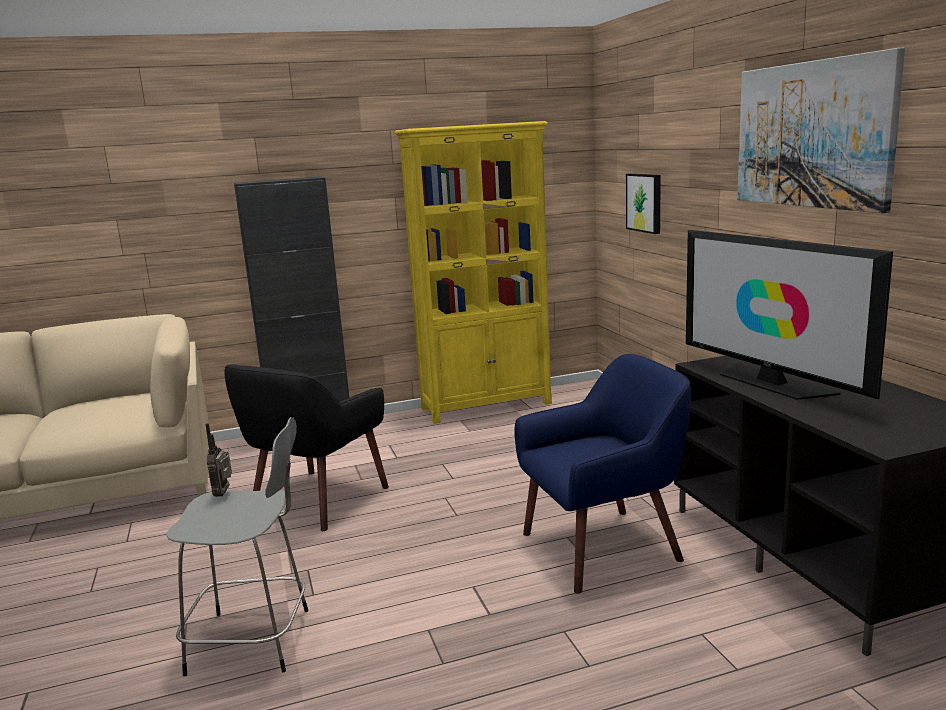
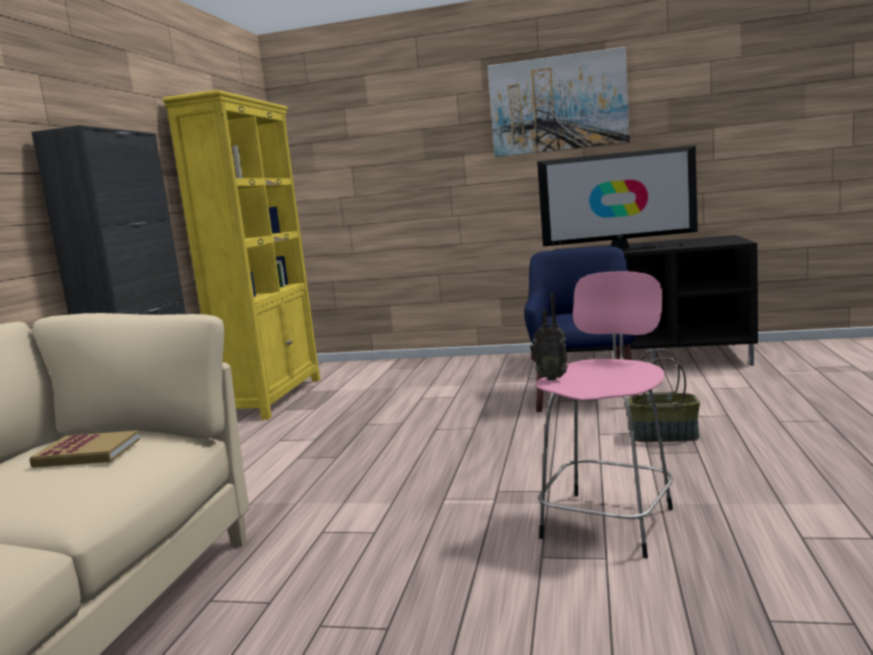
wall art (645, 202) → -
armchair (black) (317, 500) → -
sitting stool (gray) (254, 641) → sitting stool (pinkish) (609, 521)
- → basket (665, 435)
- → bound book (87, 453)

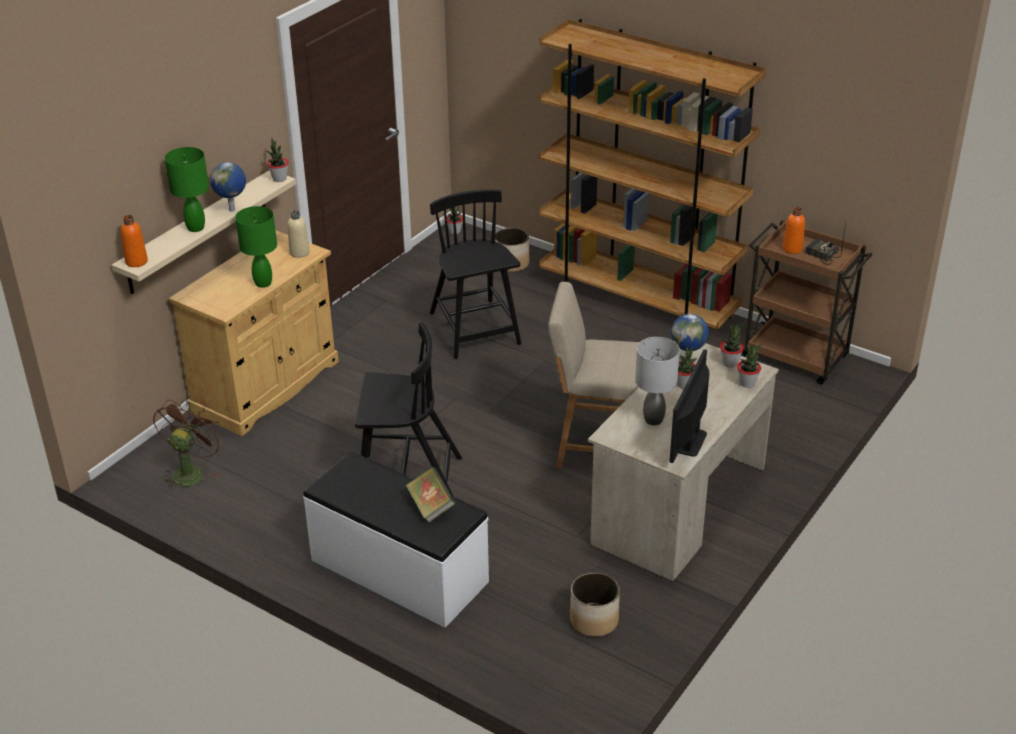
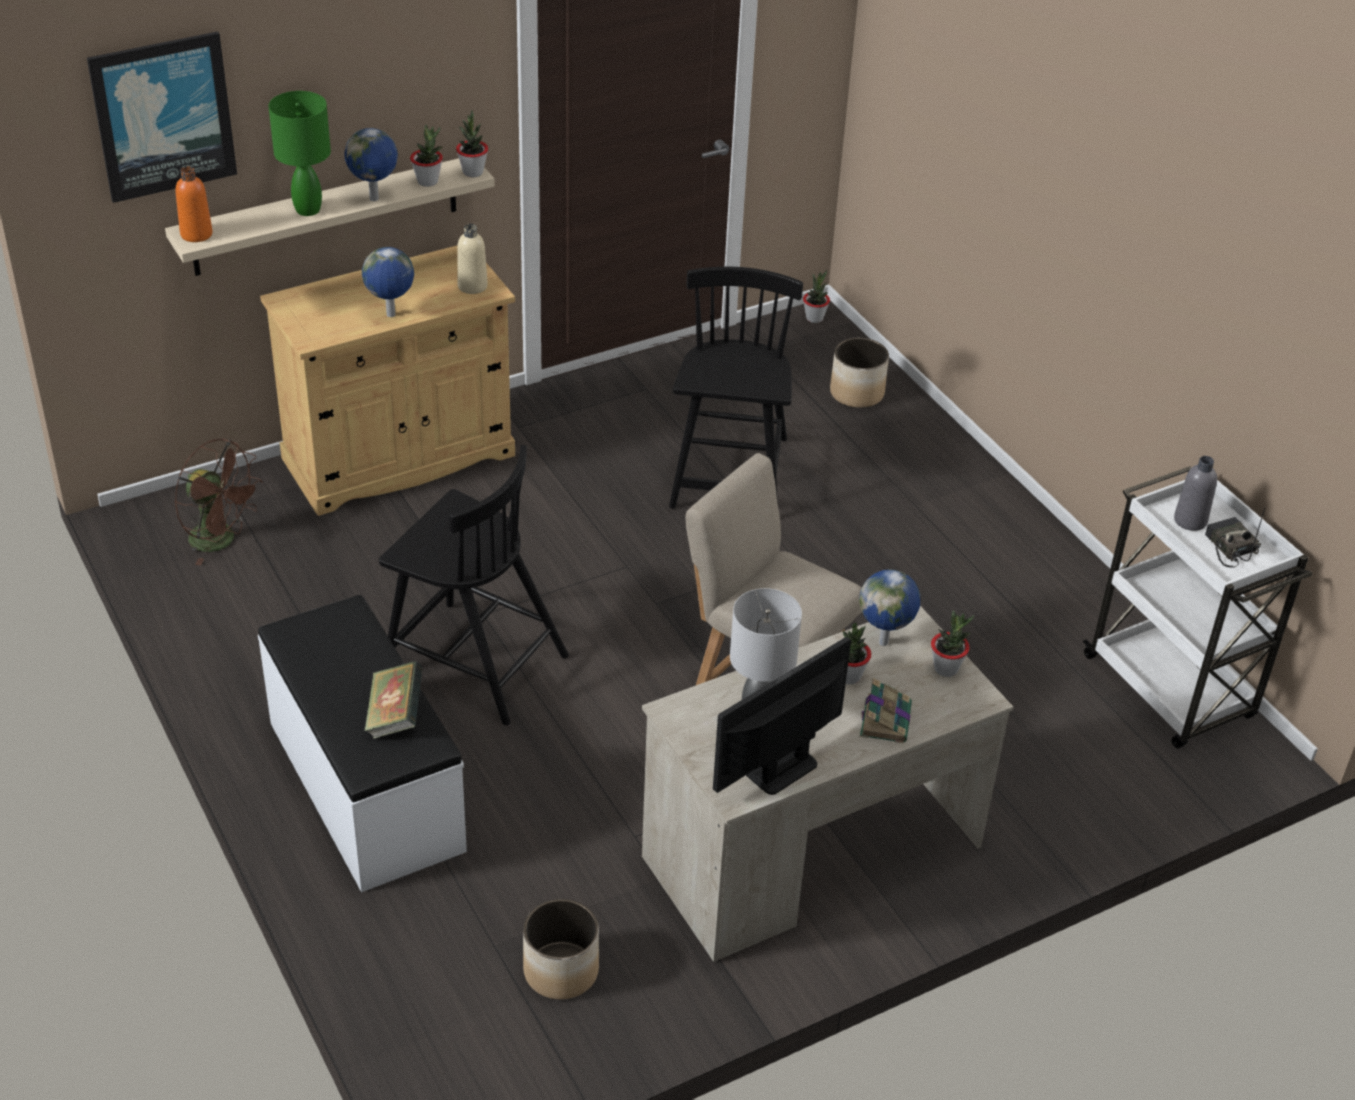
bookcase (brown-coloured) (638, 303) → -
table lamp (green) (263, 283) → desk globe (391, 315)
bottle (orange-coloured) (792, 249) → bottle (gray) (1190, 520)
wheeled cart (brown-coloured) (796, 357) → wheeled cart (white) (1171, 690)
houseplant (747, 383) → houseplant (428, 181), moved
electric fan (brown-coloured) (190, 471) → electric fan (brown-coloured) (221, 541), 75 degrees clockwise
- → wall art (163, 116)
- → bound book (885, 719)

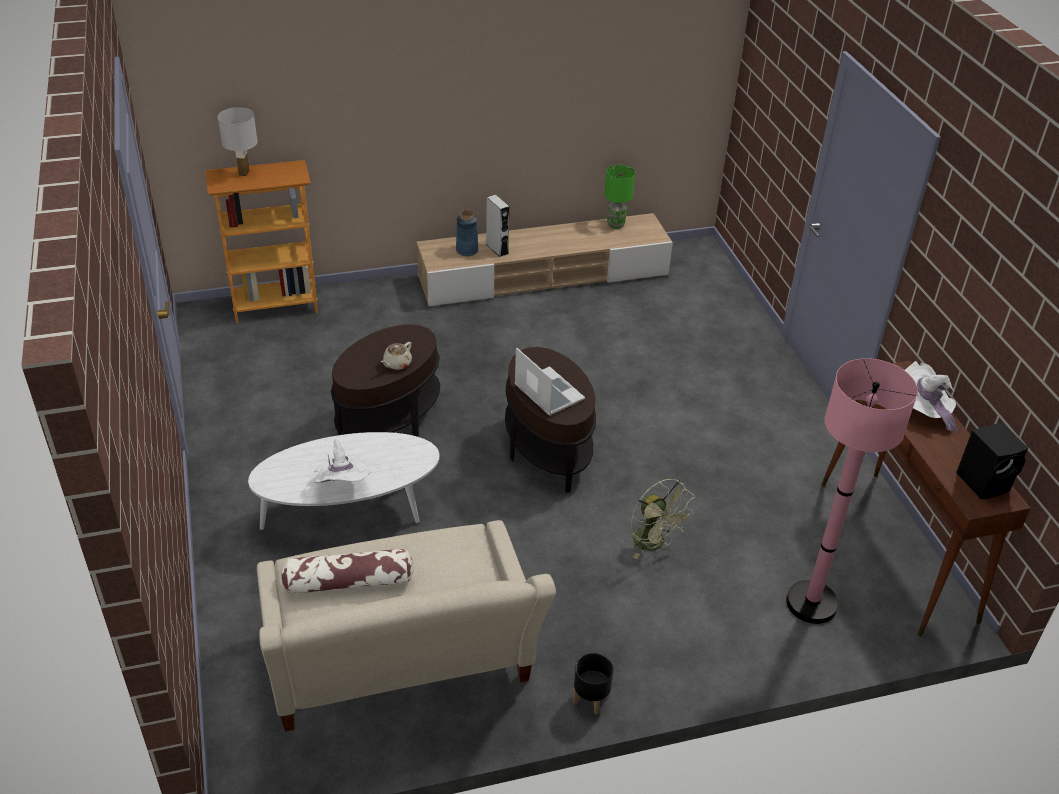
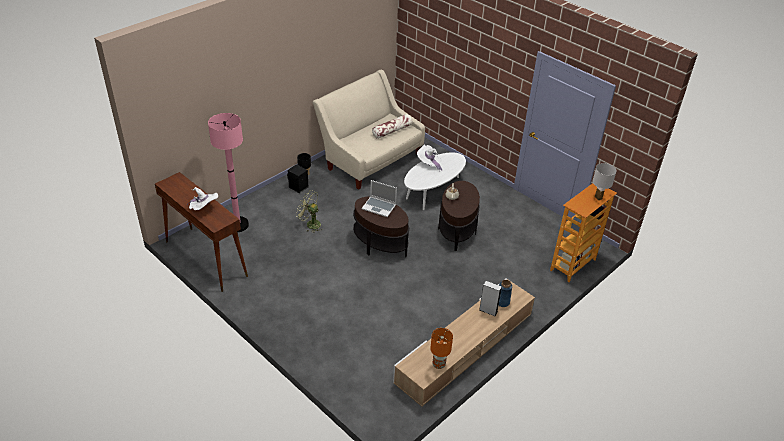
table lamp (green) (616, 224) → table lamp (orange-coloured) (439, 365)
loudspeaker (black) (984, 482) → loudspeaker (black) (298, 187), moved

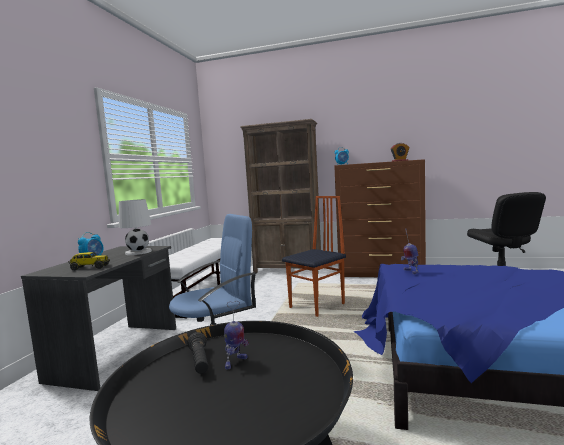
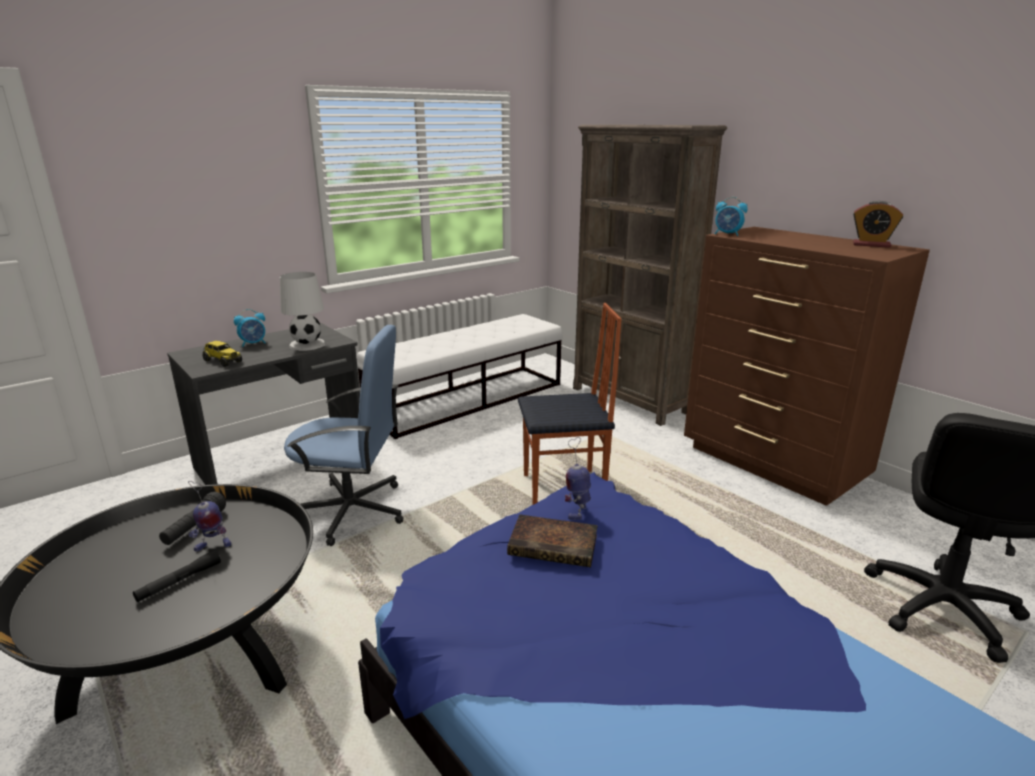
- → bound book (555, 545)
- → torch (black) (179, 581)

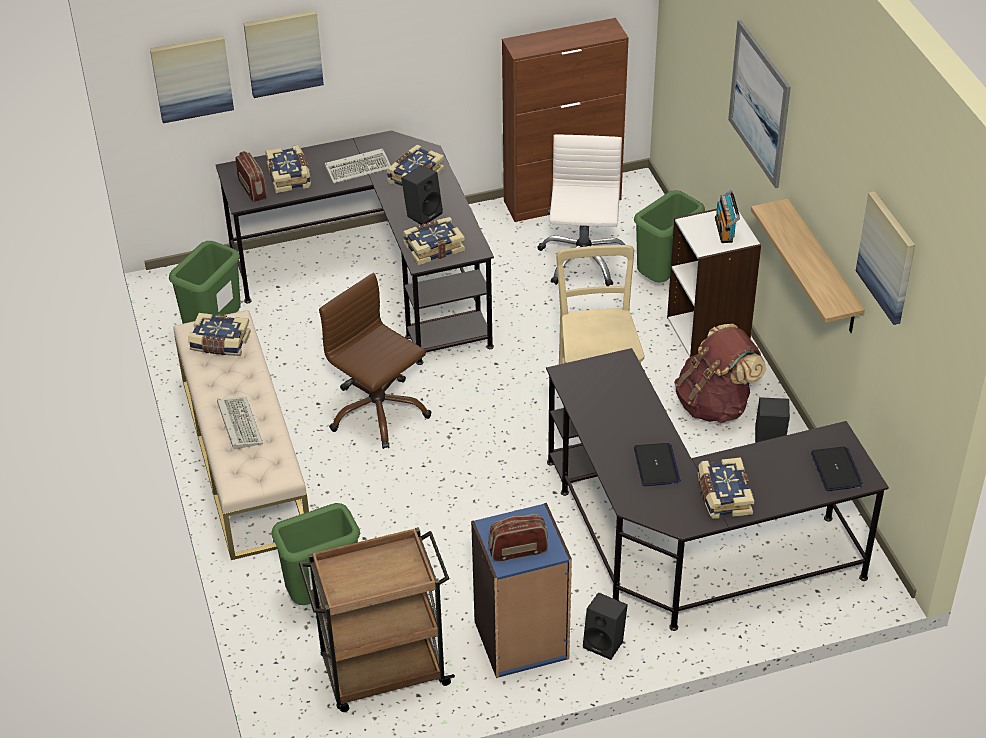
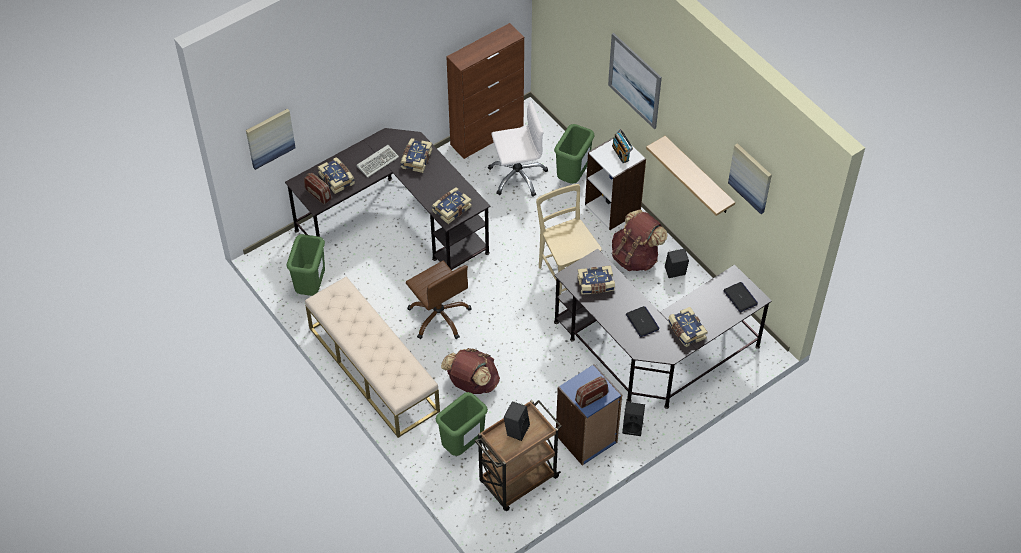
wall art (283, 53) → -
computer chair (white) (582, 259) → computer chair (white) (517, 176), 90 degrees clockwise
loudspeaker (black) (423, 213) → loudspeaker (black) (516, 429), moved
computer chair (brown-coloured) (378, 412) → computer chair (brown-coloured) (439, 316), 150 degrees counterclockwise
bound book (220, 343) → bound book (596, 285), moved
PC keyboard (238, 423) → -
- → backpack (brown-coloured) (472, 384)

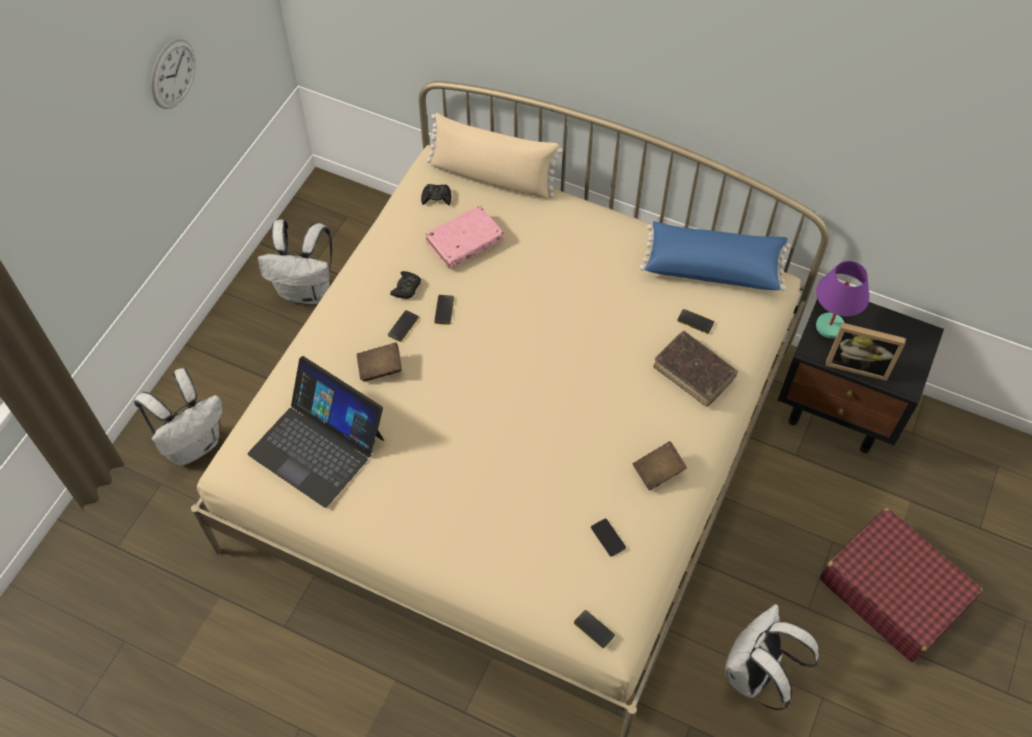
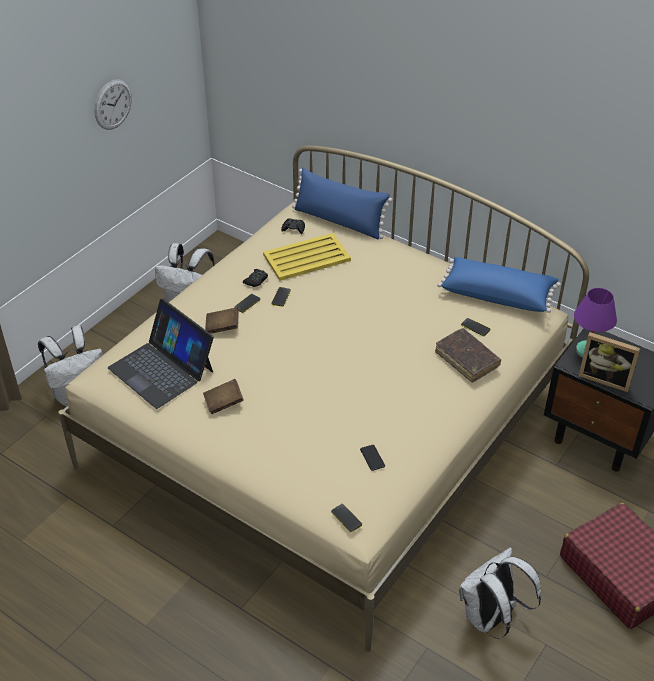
cushion (beige-coloured) (492, 176) → cushion (blue) (339, 221)
bound book (pinkish) (464, 242) → serving tray (yellow) (307, 257)
bound book (brown-coloured) (658, 471) → bound book (brown-coloured) (223, 403), moved

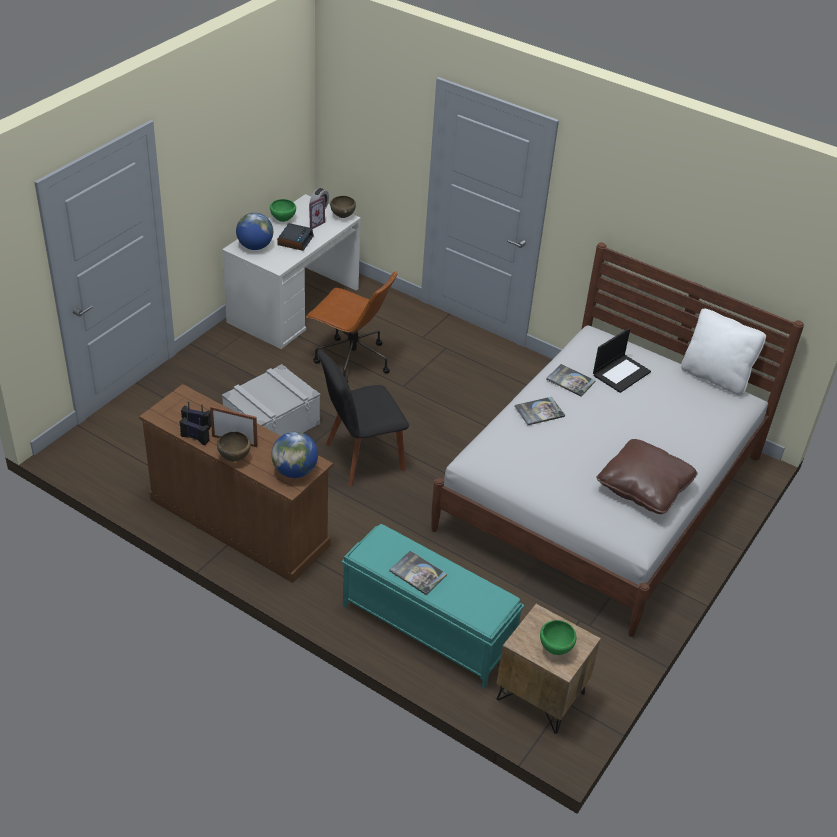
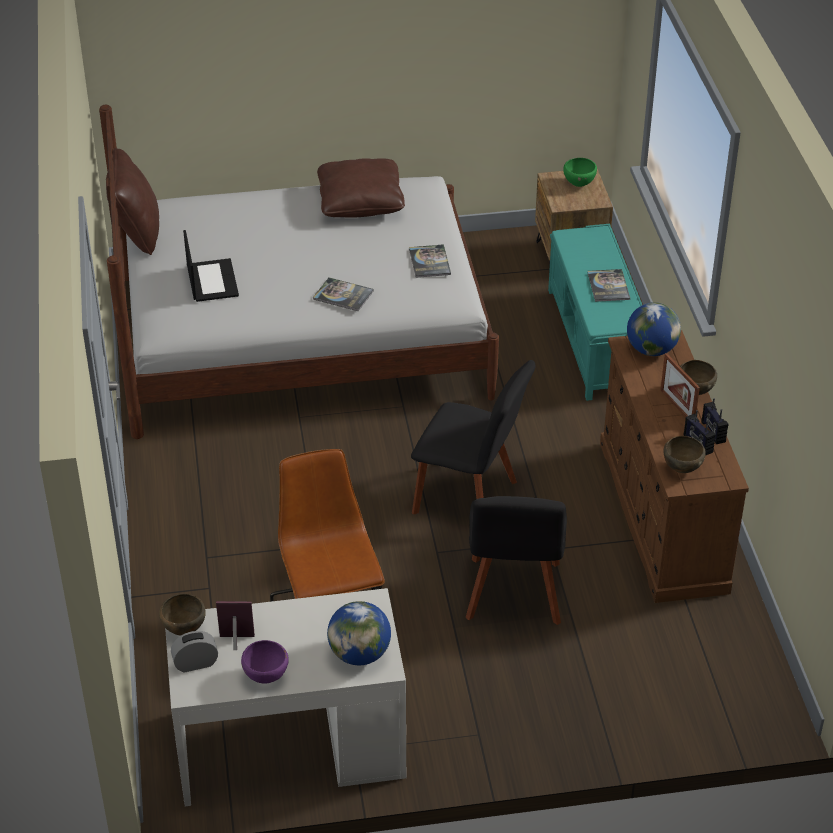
bowl (green) (283, 220) → bowl (purple-coloured) (266, 677)
alarm clock (295, 240) → -
cushion (white) (715, 377) → cushion (brown-coloured) (137, 233)
notebook computer (621, 373) → notebook computer (211, 280), 75 degrees clockwise
storage box (gray) (272, 424) → chair (black) (514, 595)
bound book (570, 381) → bound book (429, 262), moved
- → bowl (brown-coloured) (681, 469)

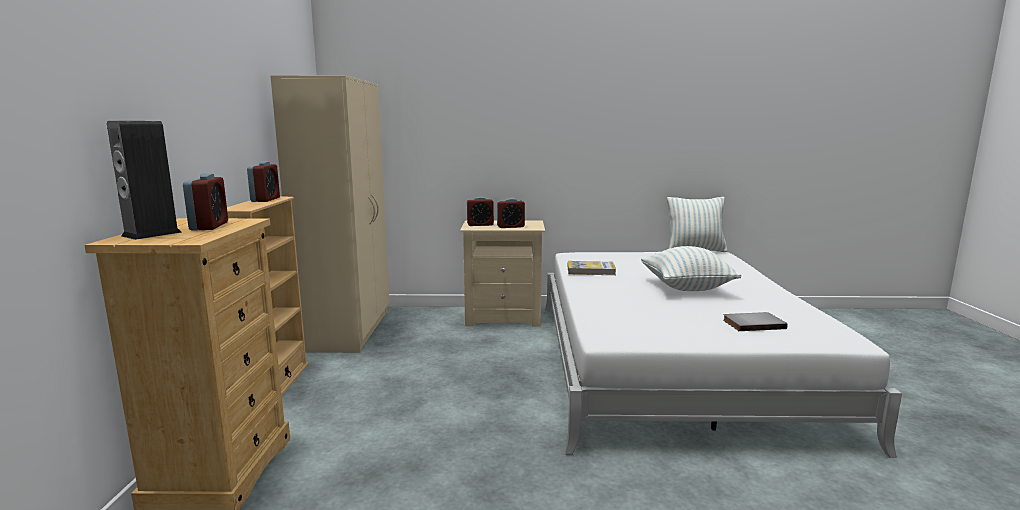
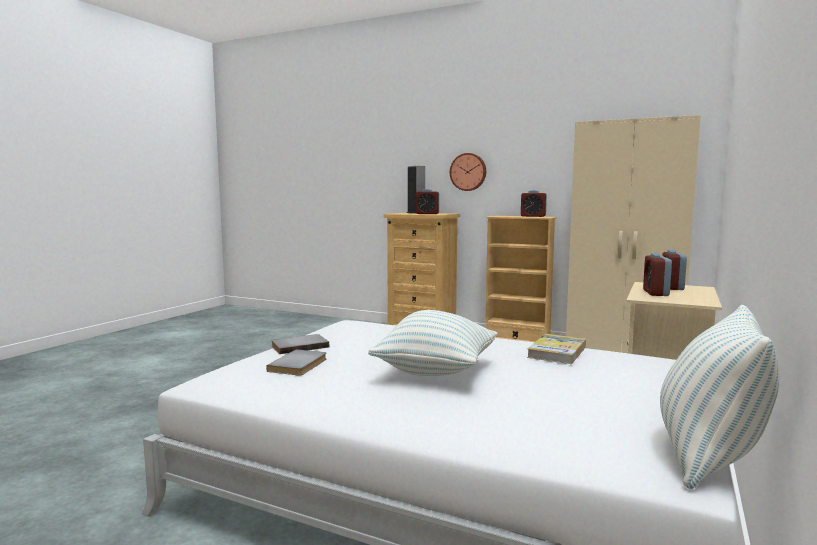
- → wall clock (468, 172)
- → bound book (gray) (299, 346)

